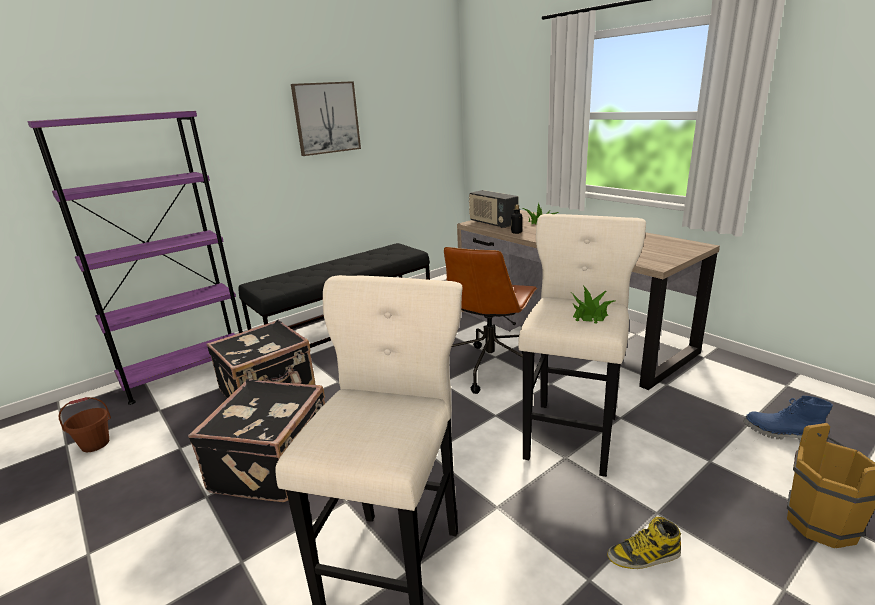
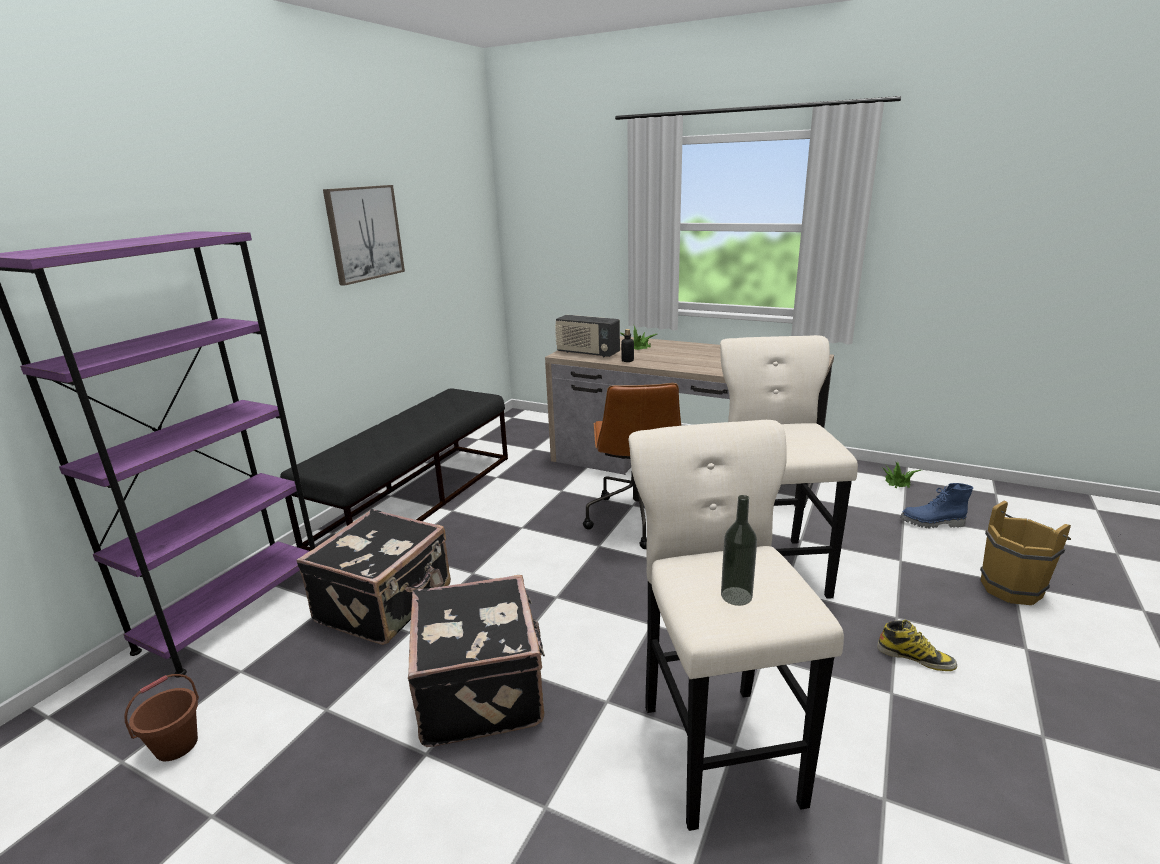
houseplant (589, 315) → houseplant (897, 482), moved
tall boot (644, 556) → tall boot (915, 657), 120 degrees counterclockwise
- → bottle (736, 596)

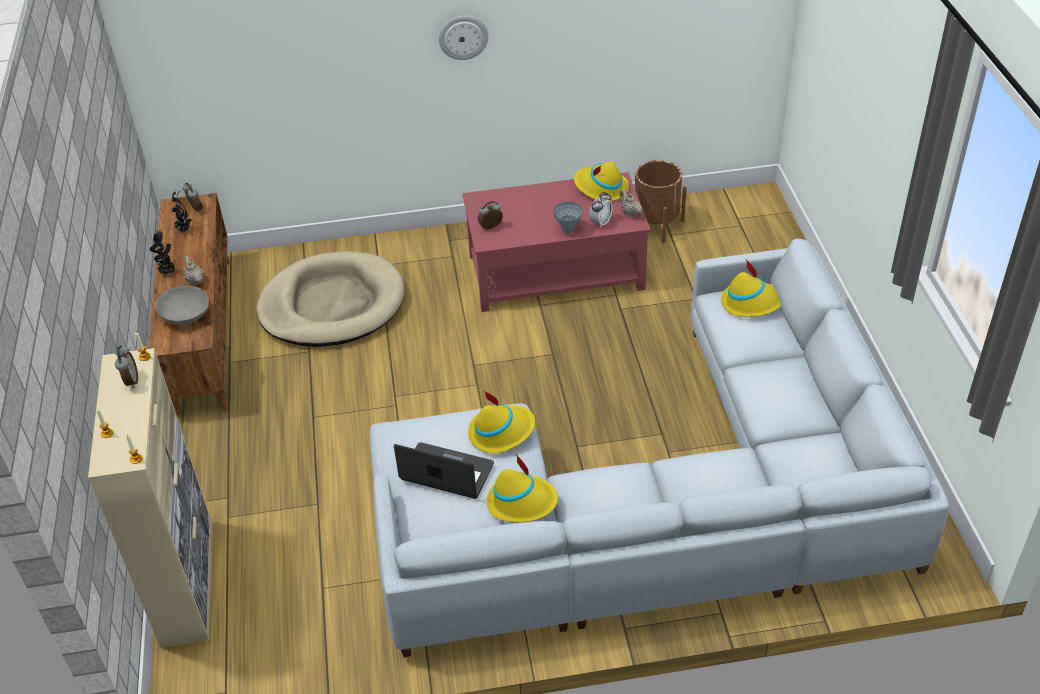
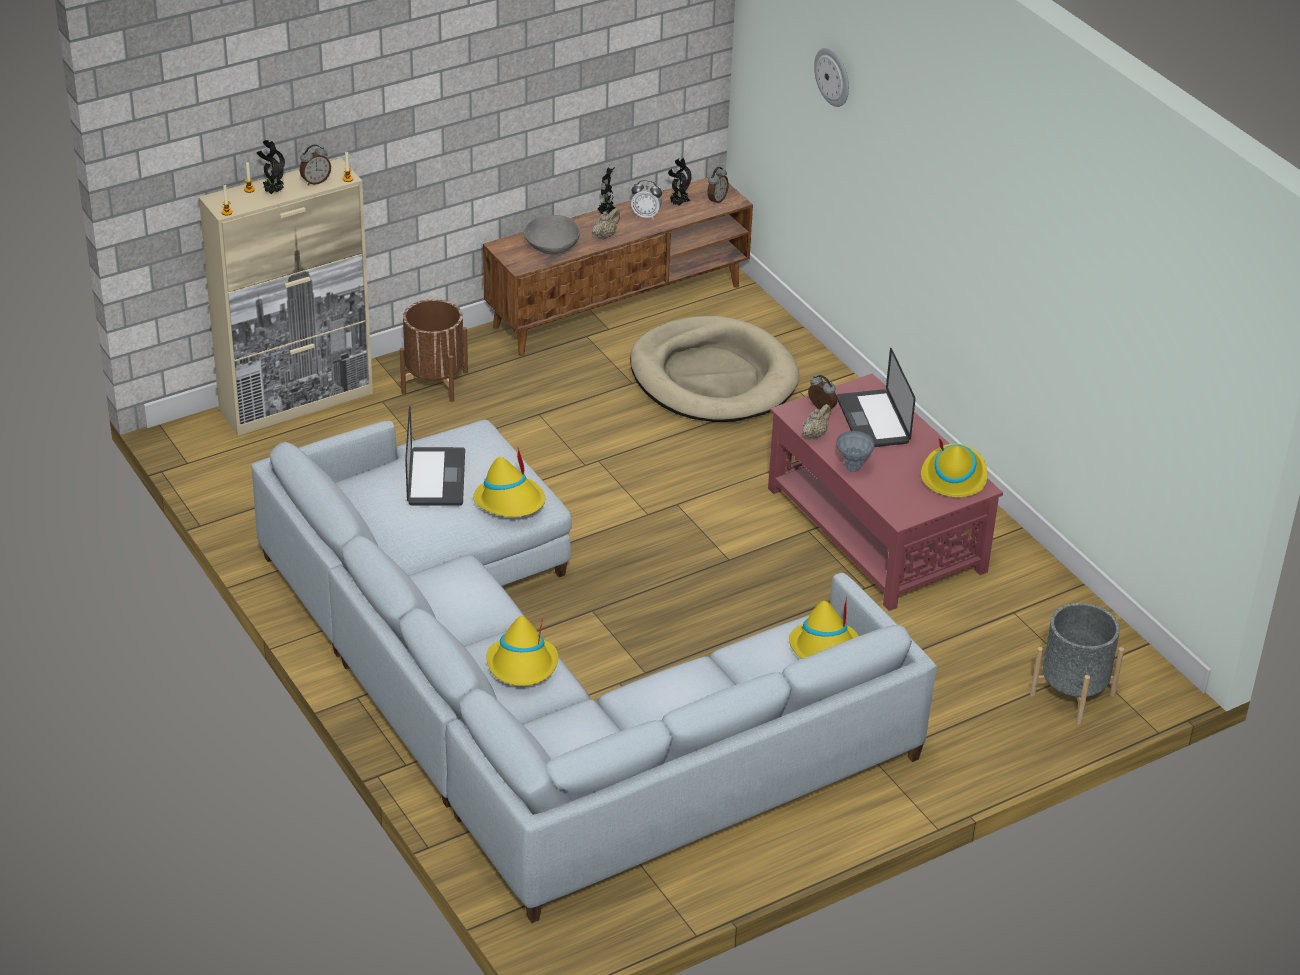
wall clock (463, 37) → wall clock (833, 76), moved
plant pot (brown-coloured) (656, 225) → plant pot (brown-coloured) (434, 382), moved
teapot (beige-coloured) (629, 213) → teapot (beige-coloured) (815, 434), moved
alarm clock (600, 223) → alarm clock (646, 215), moved
hat (yellow) (522, 502) → hat (yellow) (522, 666), moved
- → houseplant (273, 192)
- → notebook computer (873, 421)
- → plant pot (gray) (1072, 694)

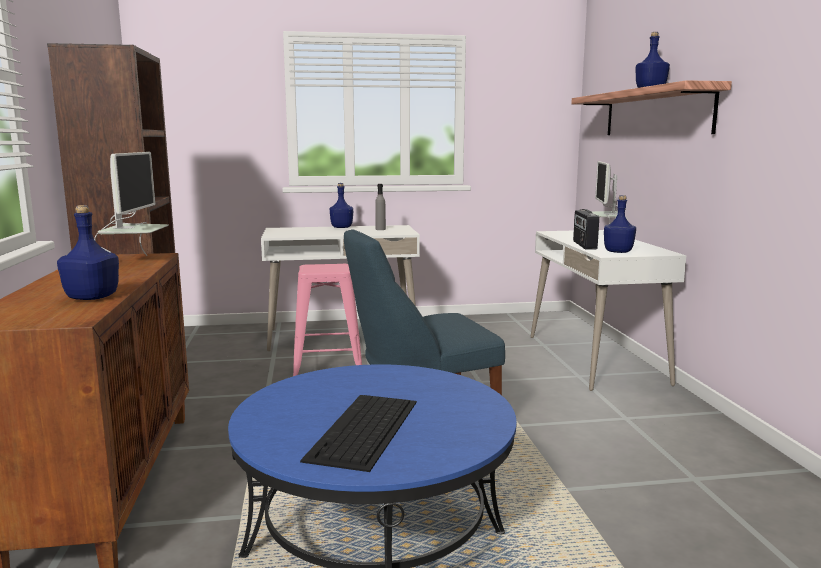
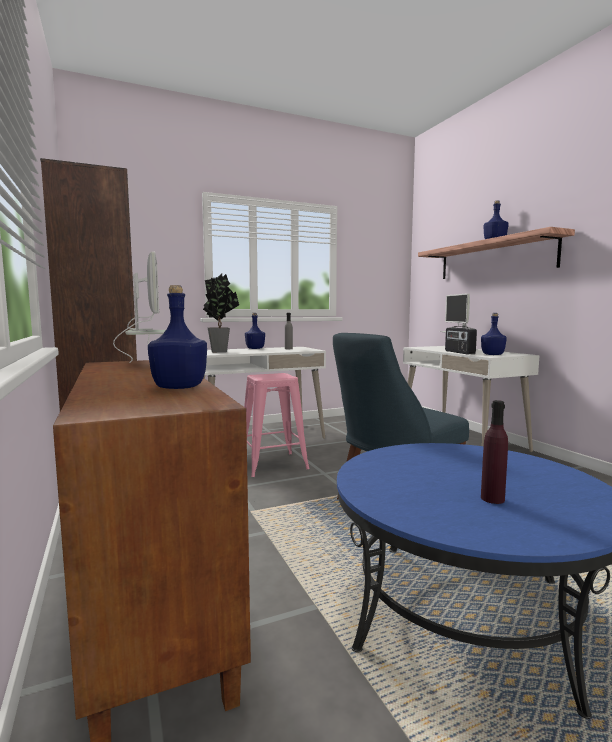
PC keyboard (364, 430) → bottle (purple-coloured) (492, 499)
- → houseplant (220, 351)

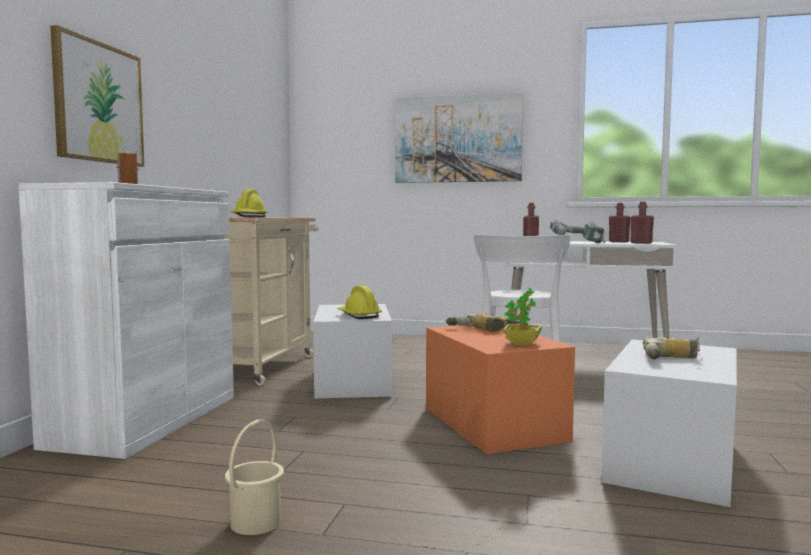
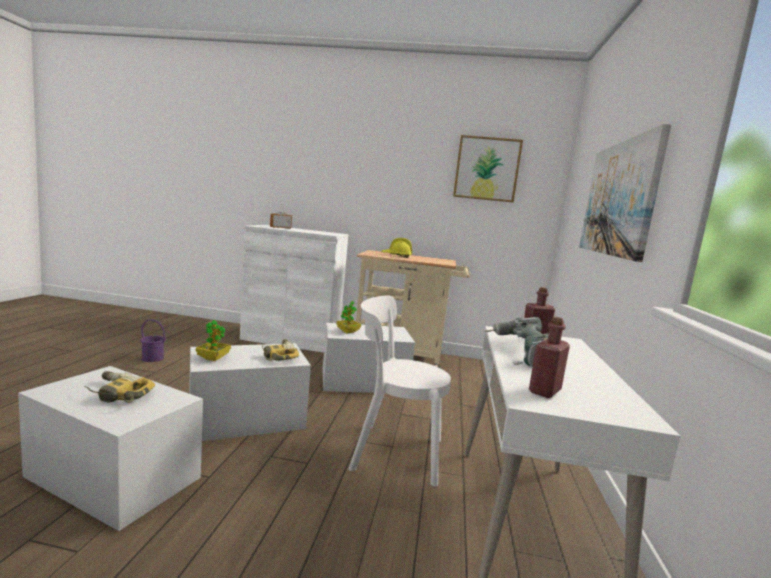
wall art (98, 103) → wall art (487, 169), moved
bottle (red) (618, 241) → -
work helmet (yellow) (358, 316) → houseplant (348, 331)
storage box (orange-coloured) (492, 423) → storage box (white) (246, 418)
bucket (beige-coloured) (254, 522) → bucket (purple-coloured) (153, 358)

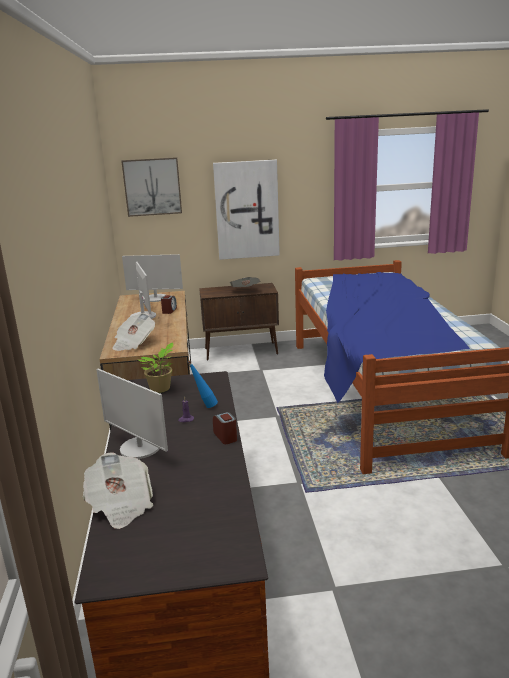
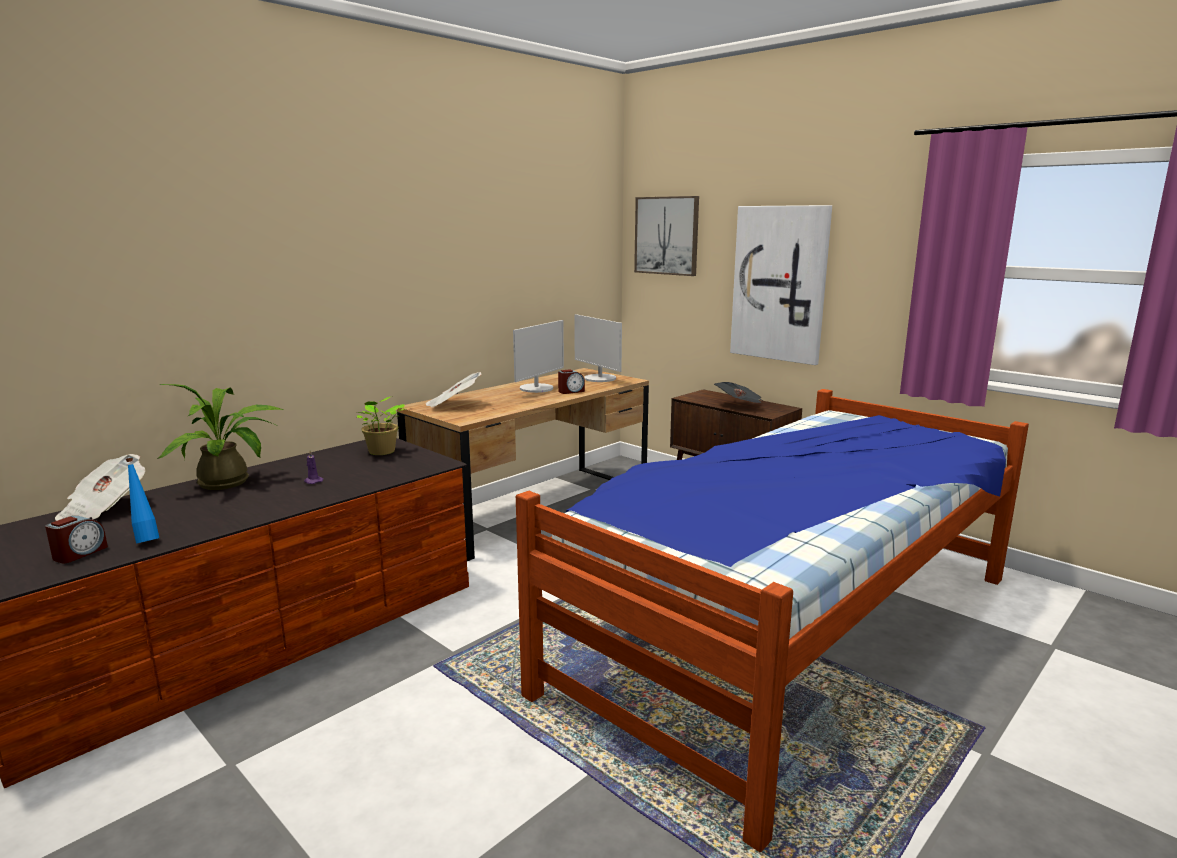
bottle (blue) (204, 406) → bottle (blue) (146, 540), moved
monitor (140, 448) → houseplant (230, 483)
alarm clock (225, 436) → alarm clock (79, 553), moved

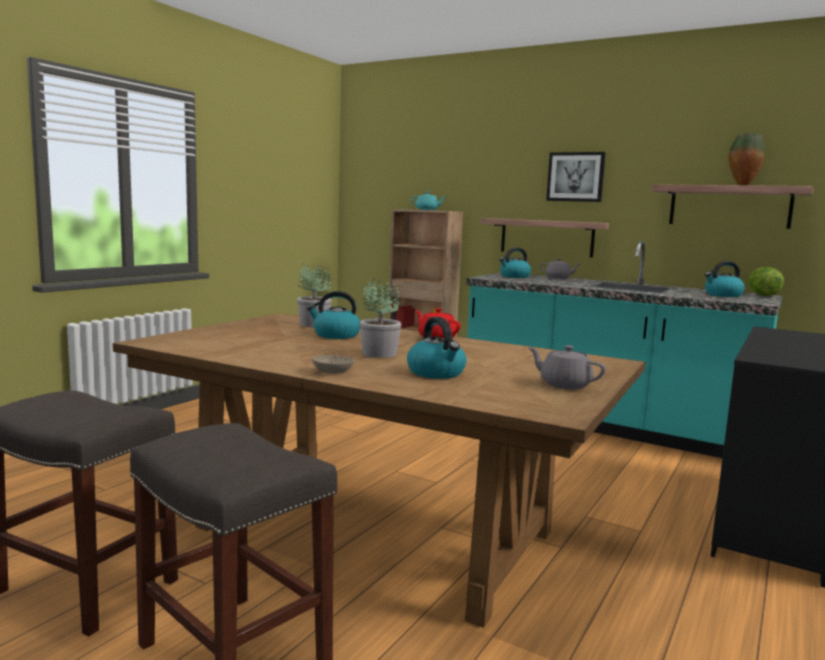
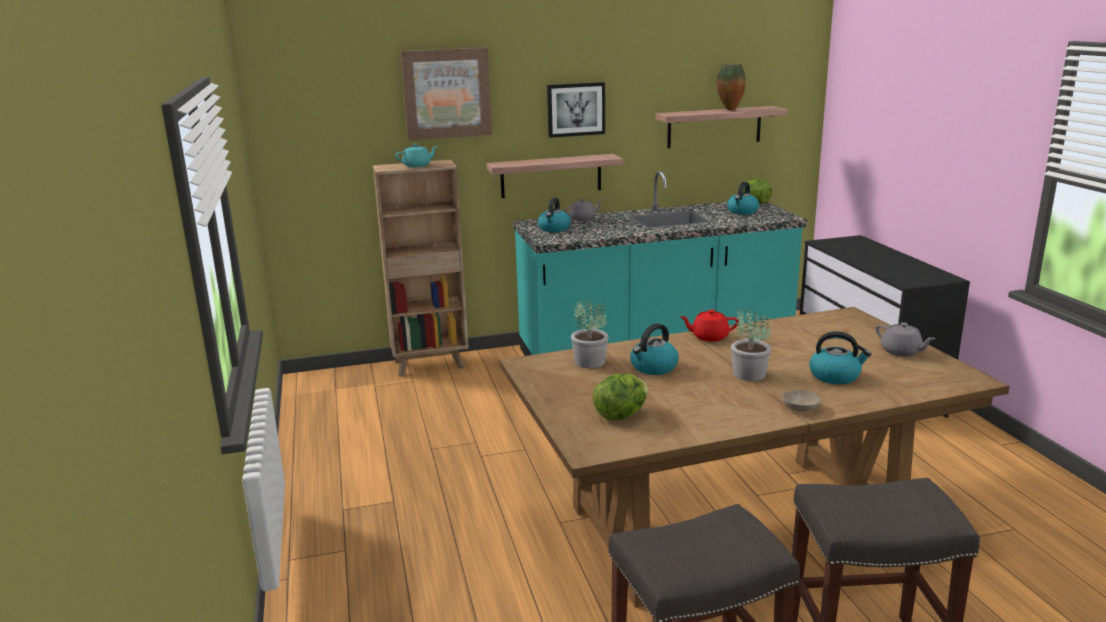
teapot (gray) (564, 385) → teapot (gray) (901, 352), 120 degrees counterclockwise
- → wall art (446, 93)
- → lettuce (621, 415)

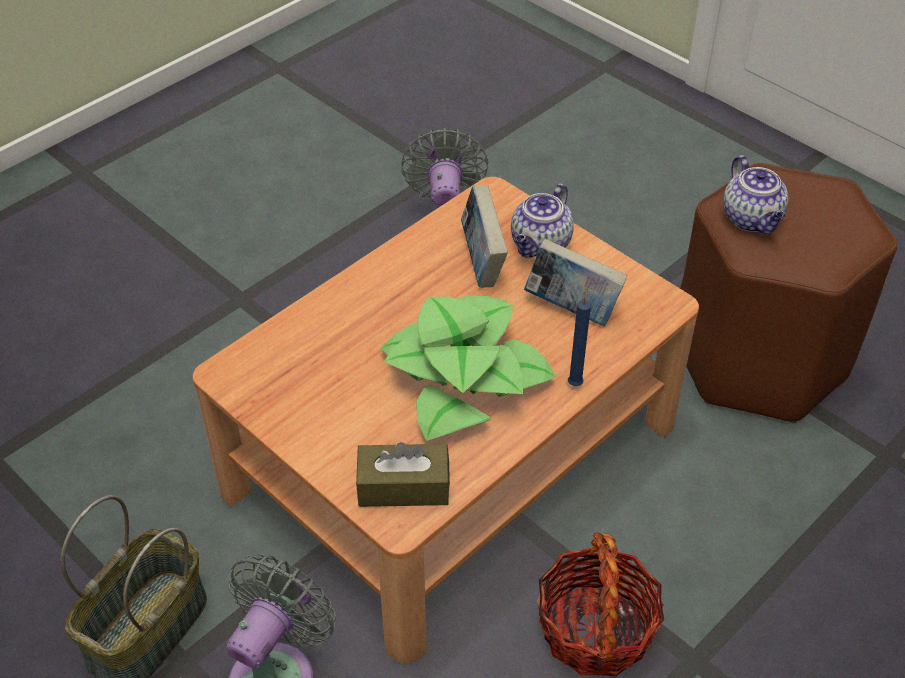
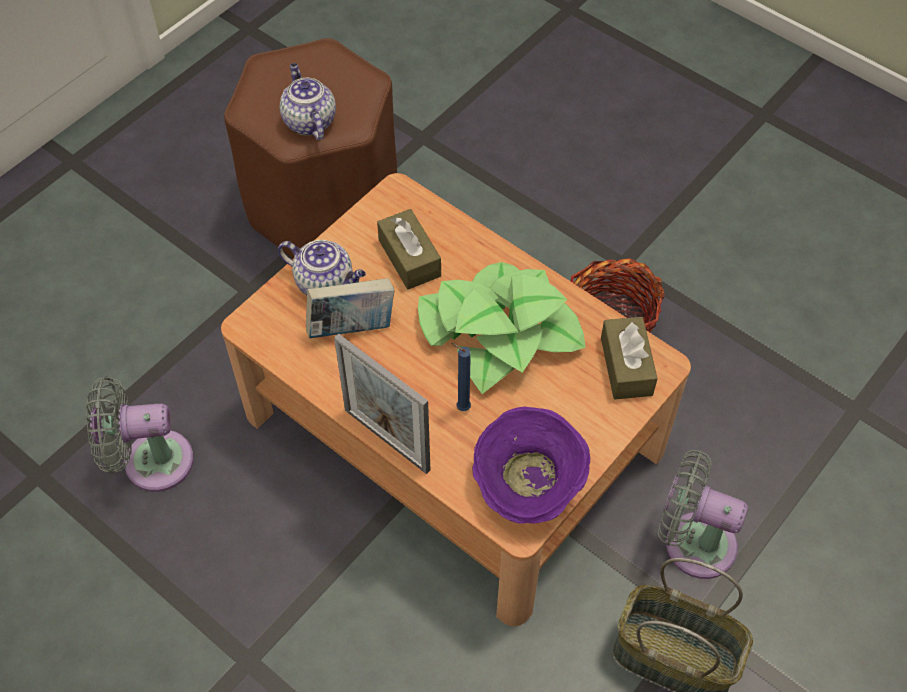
teapot (752, 219) → teapot (308, 121), 90 degrees counterclockwise
bound book (572, 309) → box of tissues (brown-coloured) (409, 258)
wax candle (blue) (575, 383) → wax candle (blue) (461, 407), moved
- → standing frame (386, 439)
- → bowl (purple-coloured) (527, 485)

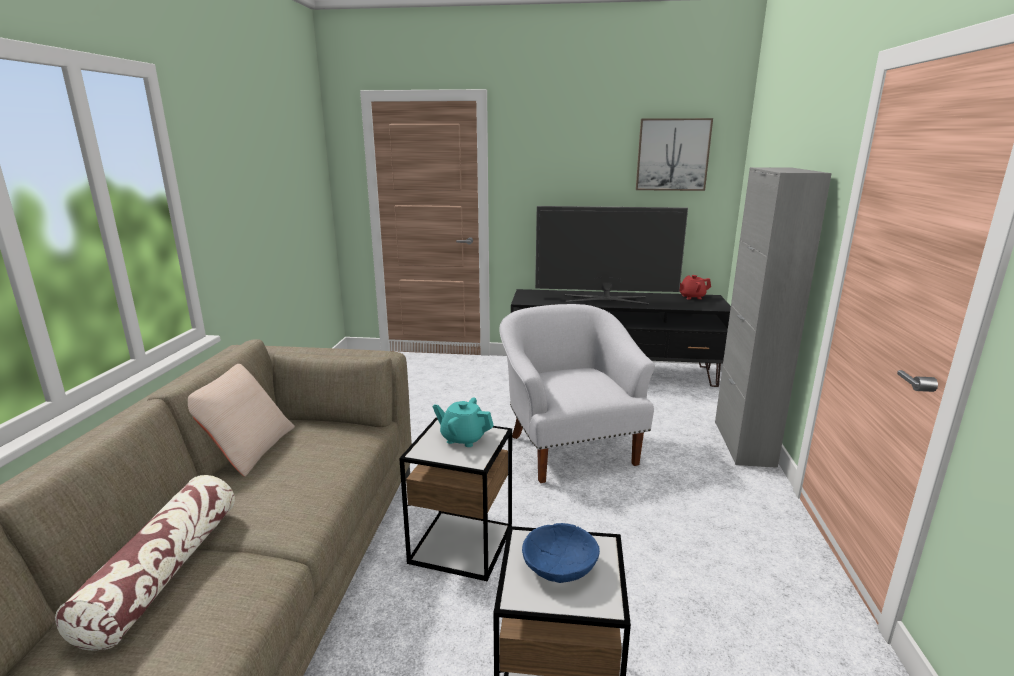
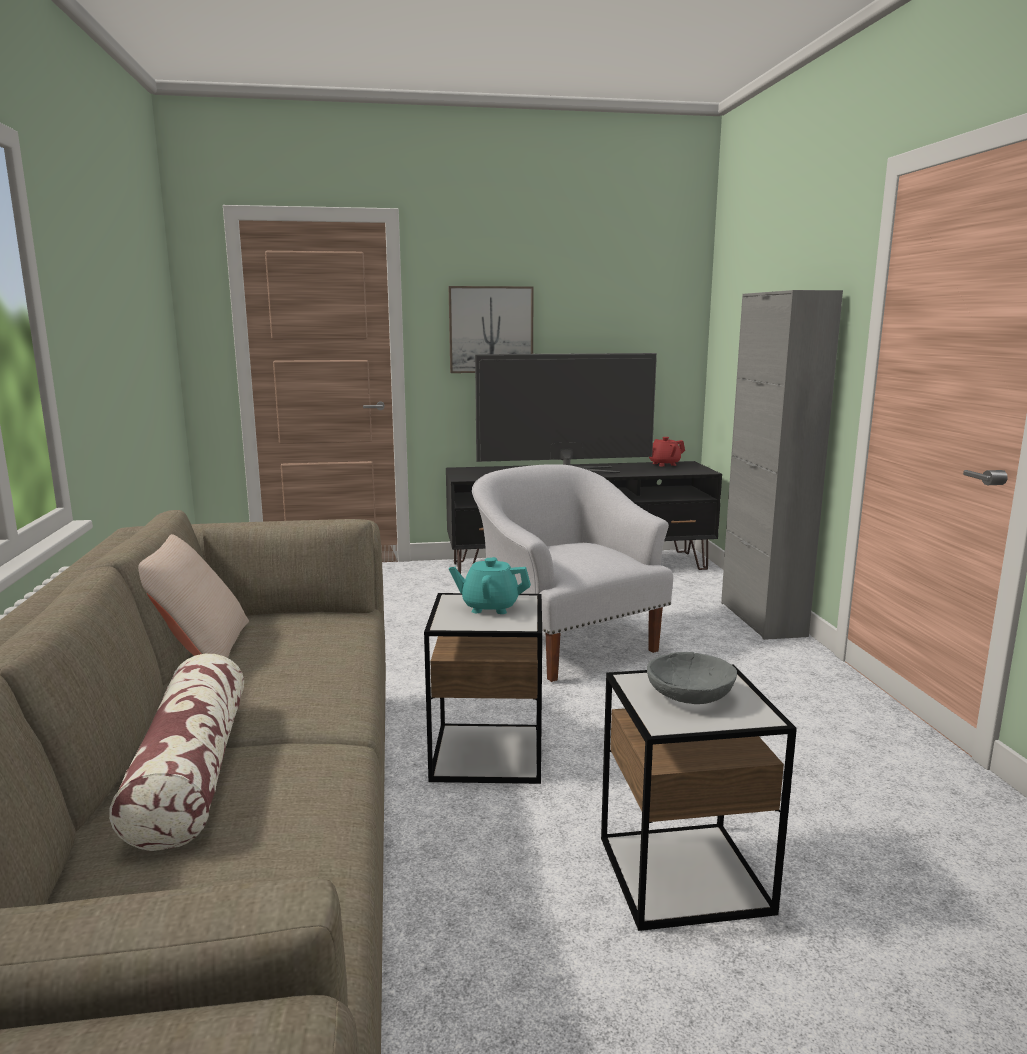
wall art (672, 155) → wall art (491, 330), moved
bowl (blue) (560, 567) → bowl (gray) (690, 696)

